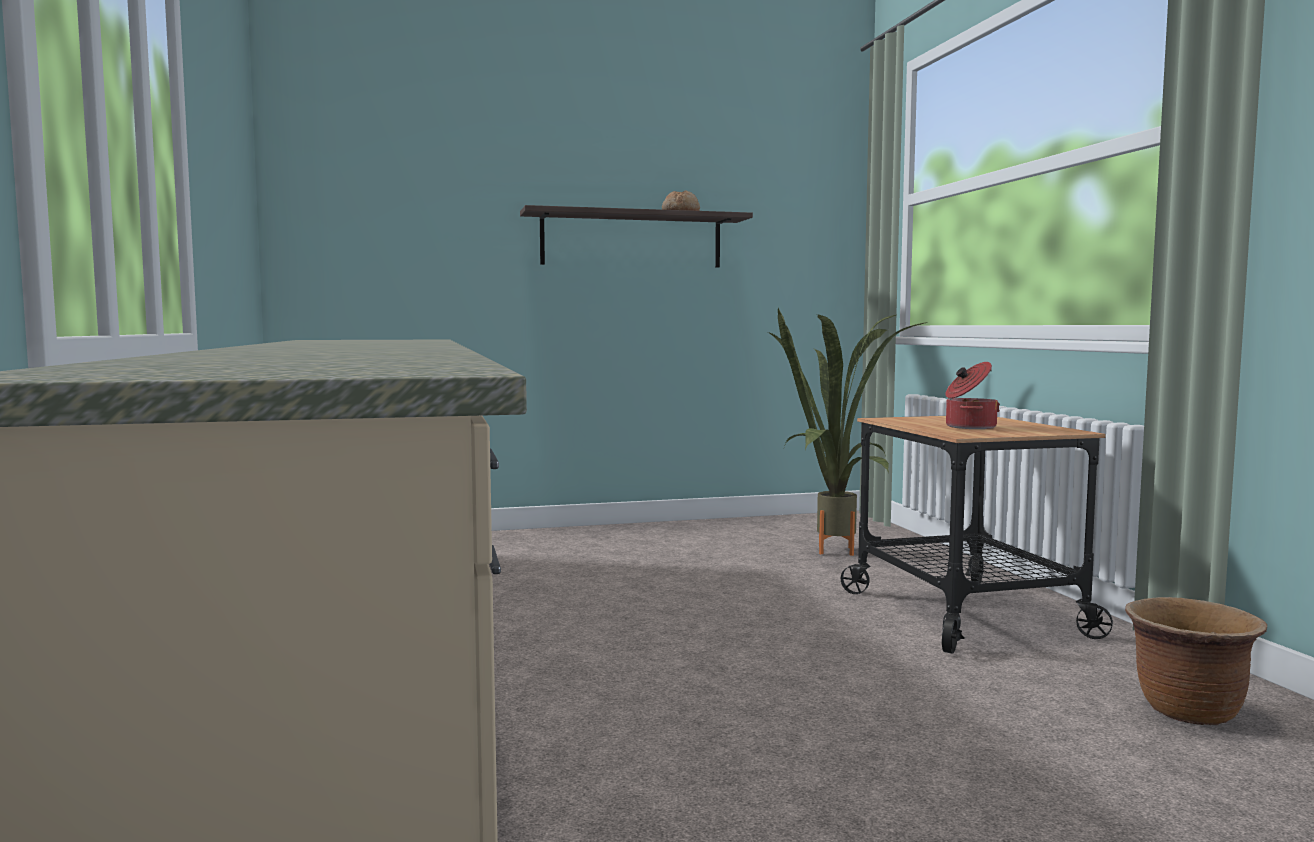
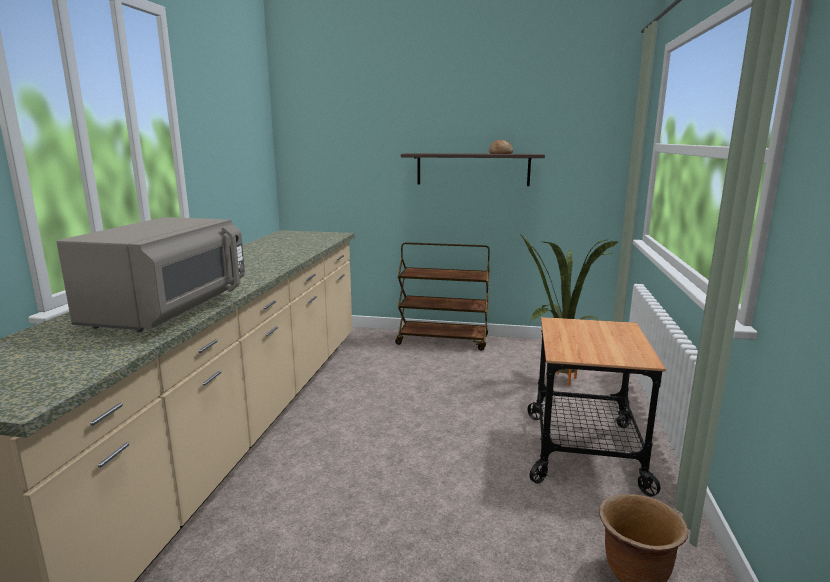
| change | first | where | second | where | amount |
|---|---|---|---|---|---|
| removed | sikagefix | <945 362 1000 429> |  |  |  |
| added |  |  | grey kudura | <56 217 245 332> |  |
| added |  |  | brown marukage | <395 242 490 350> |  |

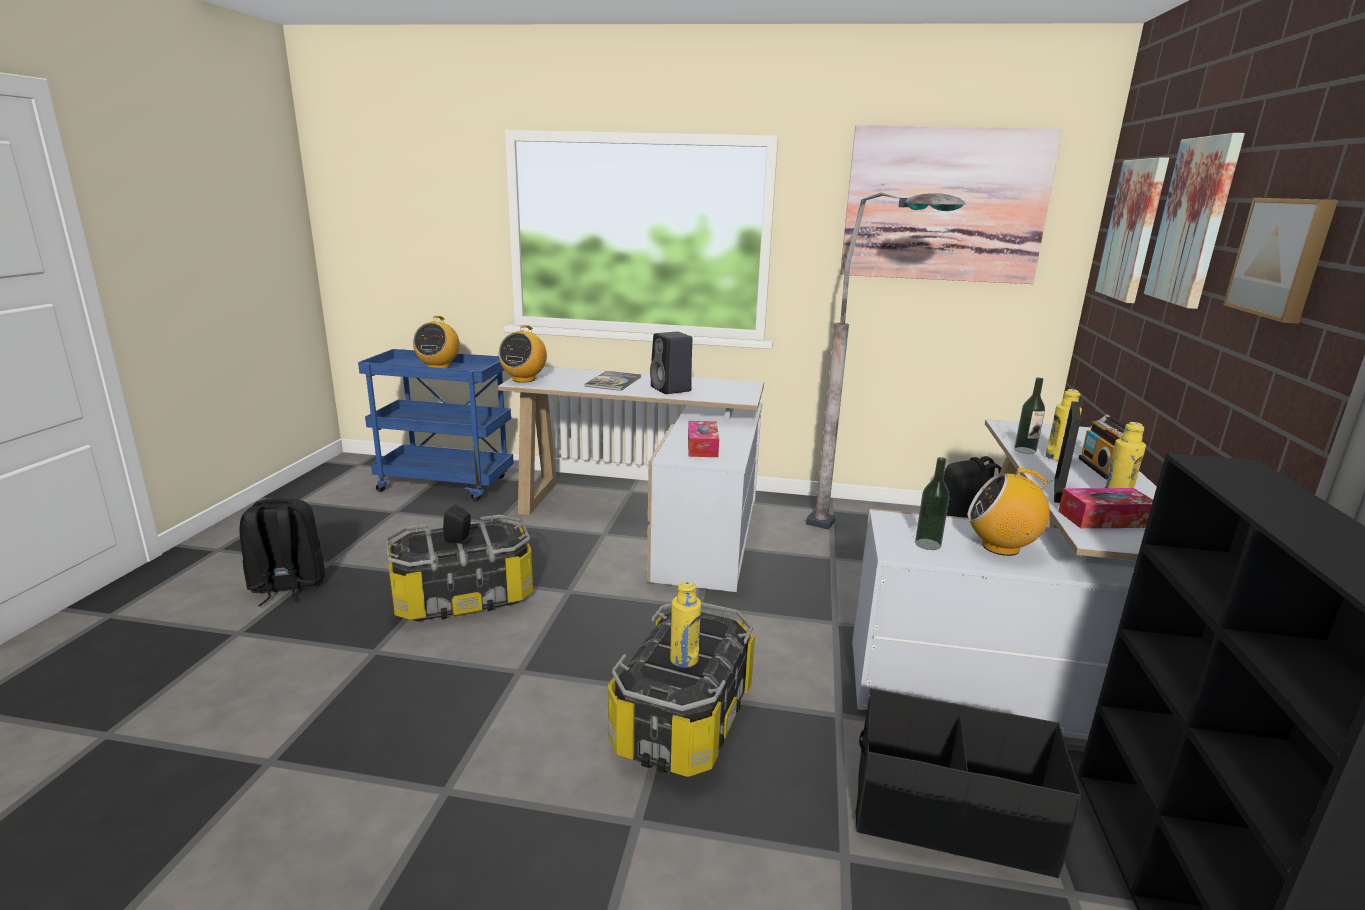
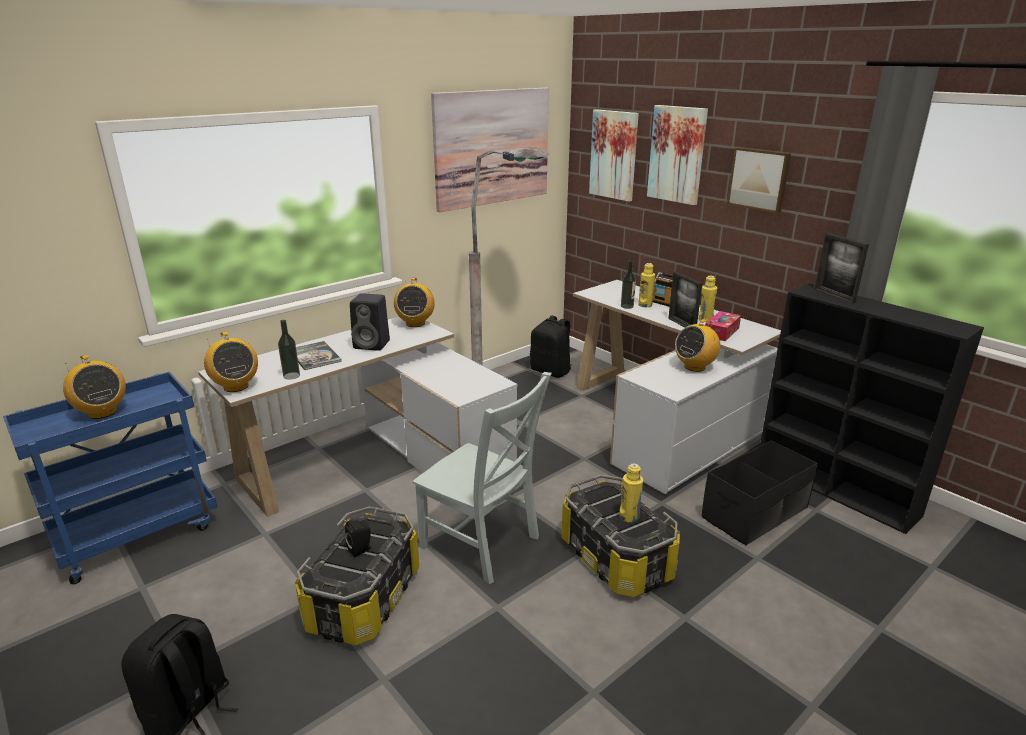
| change | first | where | second | where | amount |
|---|---|---|---|---|---|
| removed | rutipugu | <688 421 719 457> |  |  |  |
| moved | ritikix | <915 457 950 550> |  | <278 320 300 379> |  |
| added |  |  | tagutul | <814 233 869 304> |  |
| added |  |  | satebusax | <394 278 435 327> |  |
| added |  |  | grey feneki | <413 372 552 584> |  |

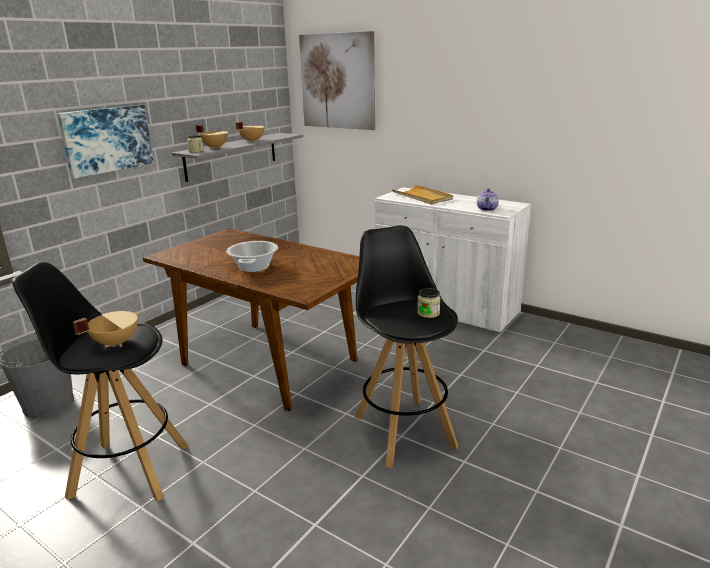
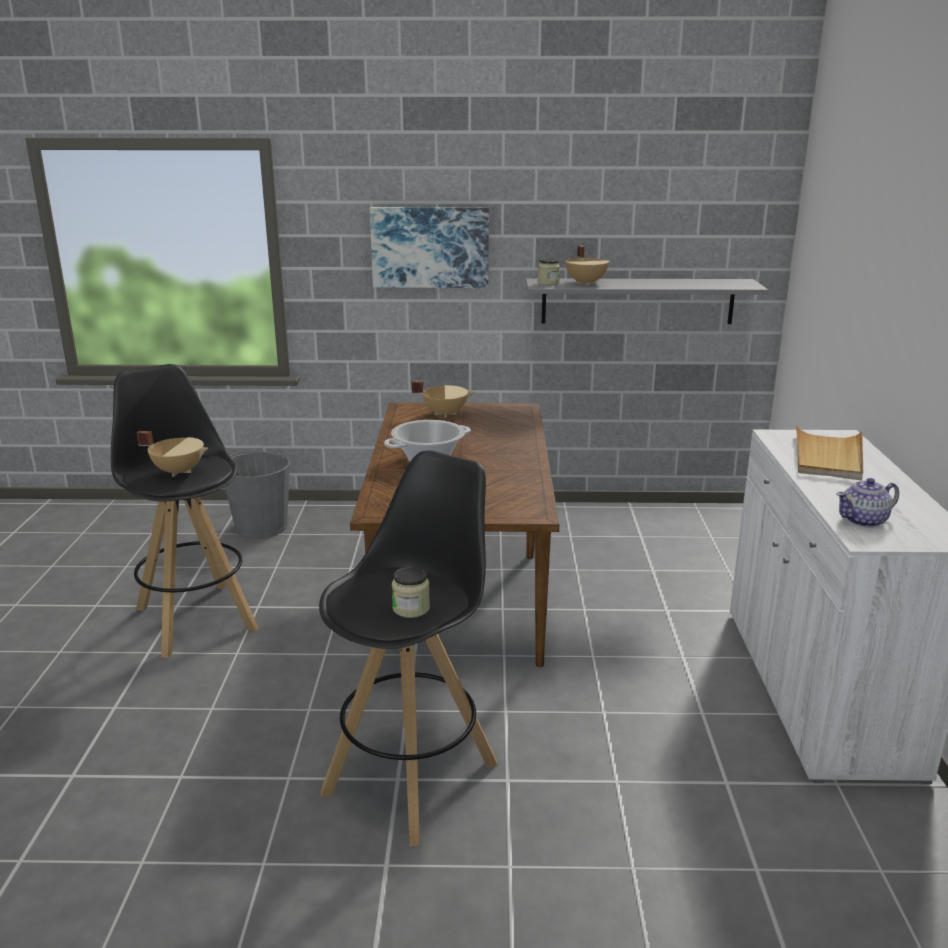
| change | first | where | second | where | amount |
|---|---|---|---|---|---|
| removed | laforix | <299 31 375 130> |  |  |  |
| moved | beige sikagefix | <236 122 264 142> |  | <412 381 474 418> |  |

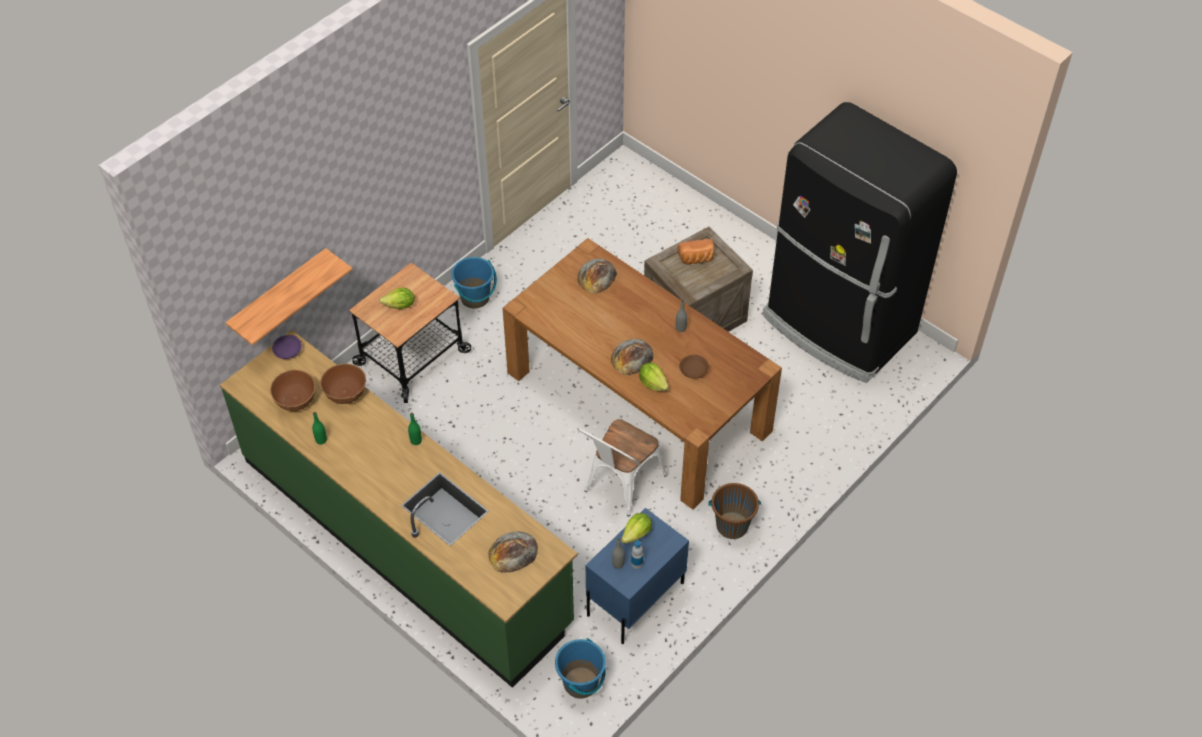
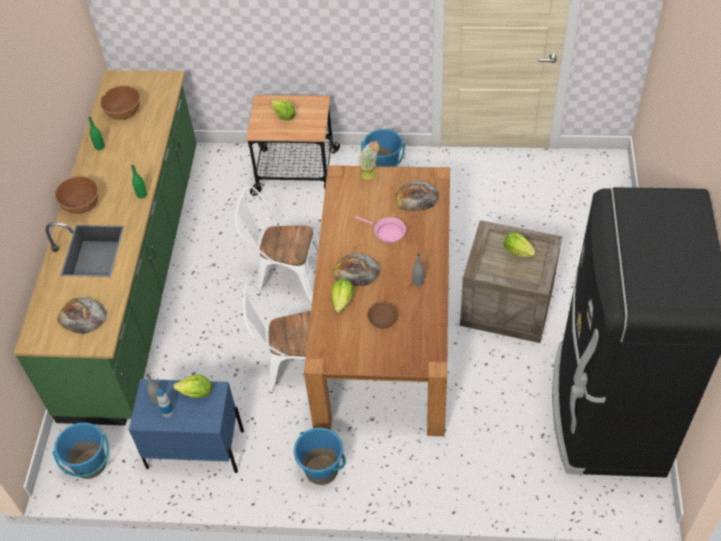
| change | first | where | second | where | amount |
|---|---|---|---|---|---|
| replaced | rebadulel | <678 239 714 265> | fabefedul | <504 232 536 257> |  |
| removed | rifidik | <225 248 353 345> |  |  |  |
| removed | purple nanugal | <272 335 302 359> |  |  |  |
| moved | brown nanugal | <320 364 366 404> |  | <55 176 98 214> |  |
| recoloured | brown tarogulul | <708 483 761 539> | blue tarogulul | <294 428 346 485> |  |
| added |  |  | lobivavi | <358 141 380 180> |  |
| added |  |  | white feneki | <235 186 319 305> |  |
| added |  |  | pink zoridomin | <355 216 406 243> |  |

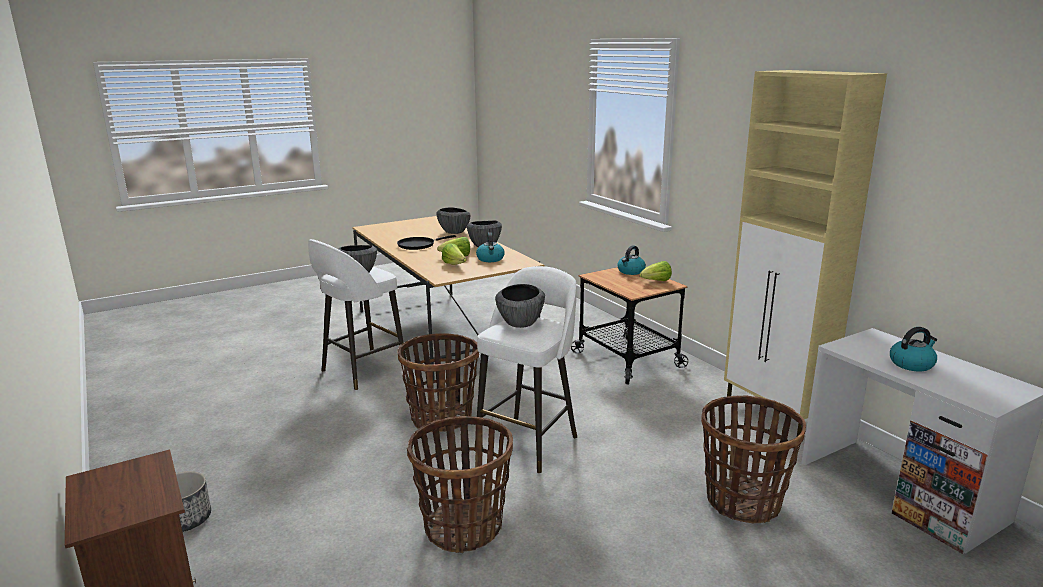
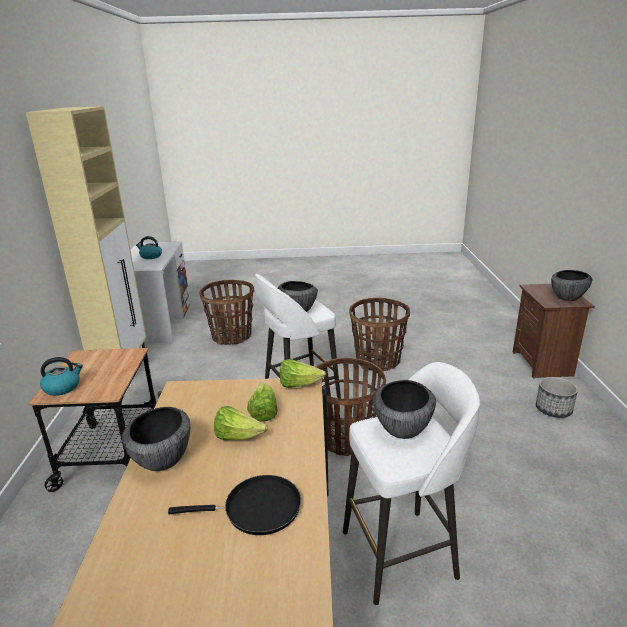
| change | first | where | second | where | amount |
|---|---|---|---|---|---|
| moved | nanugal | <436 207 470 234> |  | <551 270 593 301> |  |
| removed | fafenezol | <476 232 505 262> |  |  |  |
| moved | fabefedul | <639 261 672 281> |  | <280 359 326 388> |  |

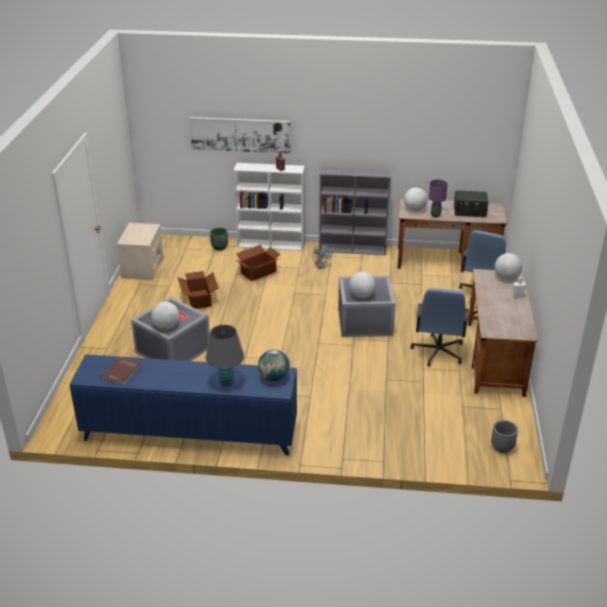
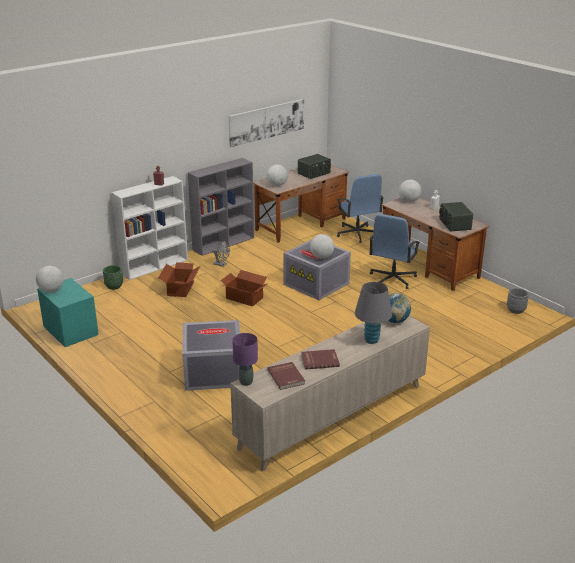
| change | first | where | second | where | amount |
|---|---|---|---|---|---|
| moved | laforix | <189 117 291 154> |  | <228 99 304 147> |  |
| moved | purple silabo | <429 180 448 218> |  | <232 333 258 386> |  |
| recoloured | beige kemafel | <117 223 164 280> | turquoise kemafel | <37 278 99 347> |  |
| moved | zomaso | <178 271 219 309> |  | <220 270 267 307> |  |
| turned | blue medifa | <410 288 469 366> |  | <369 214 419 289> | 60 degrees clockwise |
| moved | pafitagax | <151 301 179 329> |  | <36 266 63 292> |  |
| recoloured | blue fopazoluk | <69 354 297 455> | beige fopazoluk | <230 316 430 472> |  |
| added |  |  | satebusax | <439 202 473 232> |  |
| added |  |  | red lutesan | <301 349 340 370> |  |

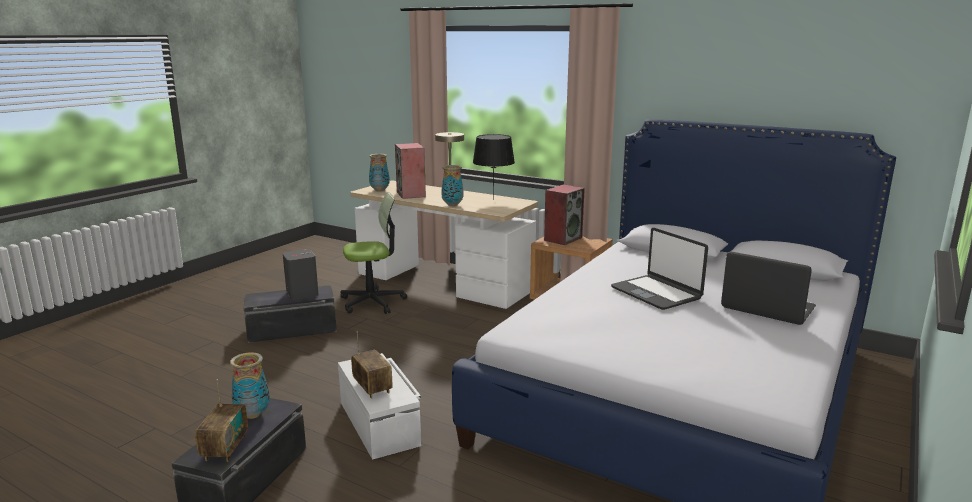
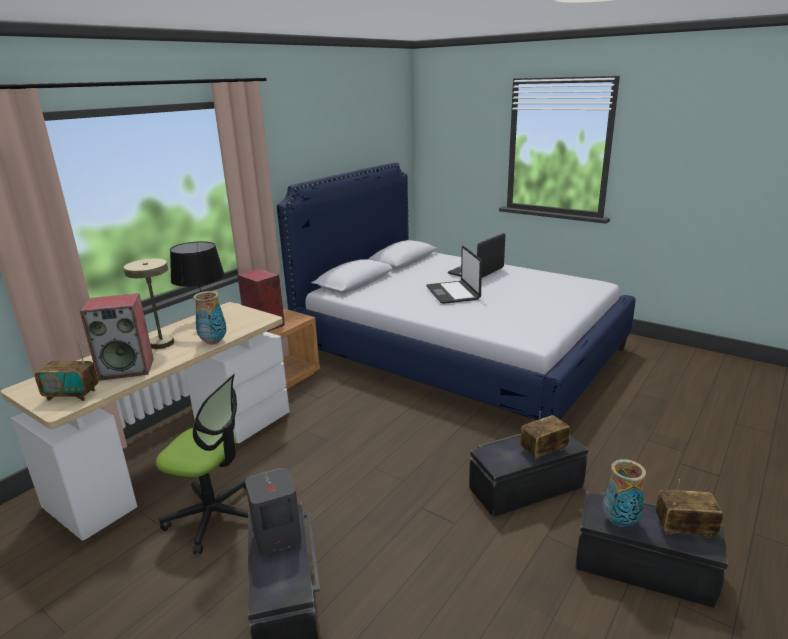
| change | first | where | second | where | amount |
|---|---|---|---|---|---|
| replaced | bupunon | <369 154 390 192> | satebusax | <35 338 99 401> |  |
| turned | medifa | <340 192 407 314> |  | <156 374 250 554> | 120 degrees clockwise |
| turned | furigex | <611 228 708 310> |  | <426 246 482 304> | 105 degrees clockwise |
| recoloured | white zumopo | <338 353 421 460> | black zumopo | <469 434 588 517> |  |

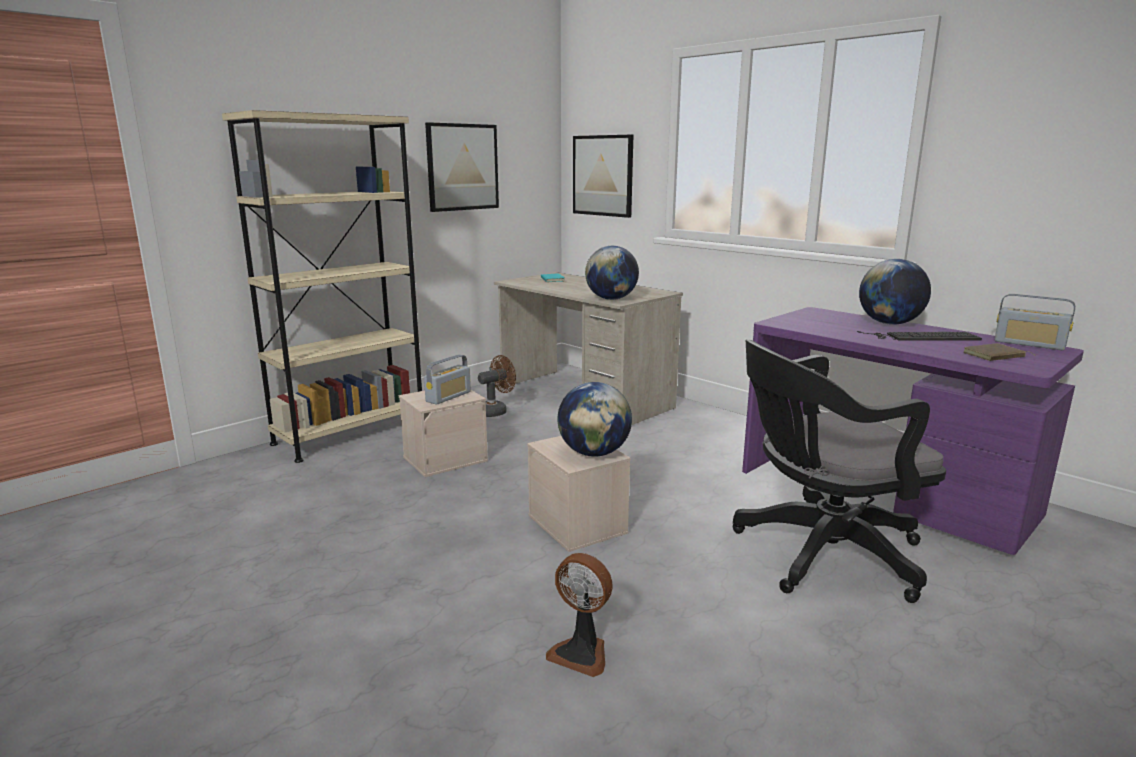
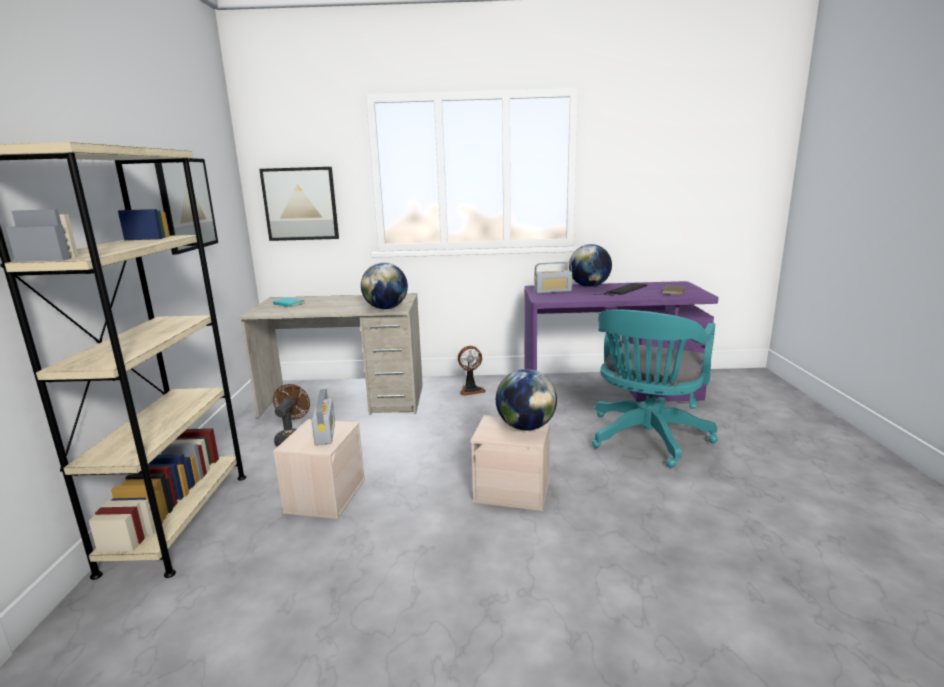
| change | first | where | second | where | amount |
|---|---|---|---|---|---|
| moved | satebusax | <995 294 1075 350> |  | <534 262 573 293> |  |
| recoloured | black medifa | <732 340 946 603> | turquoise medifa | <592 310 718 468> |  |
| moved | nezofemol | <546 553 613 677> |  | <458 346 486 396> |  |

